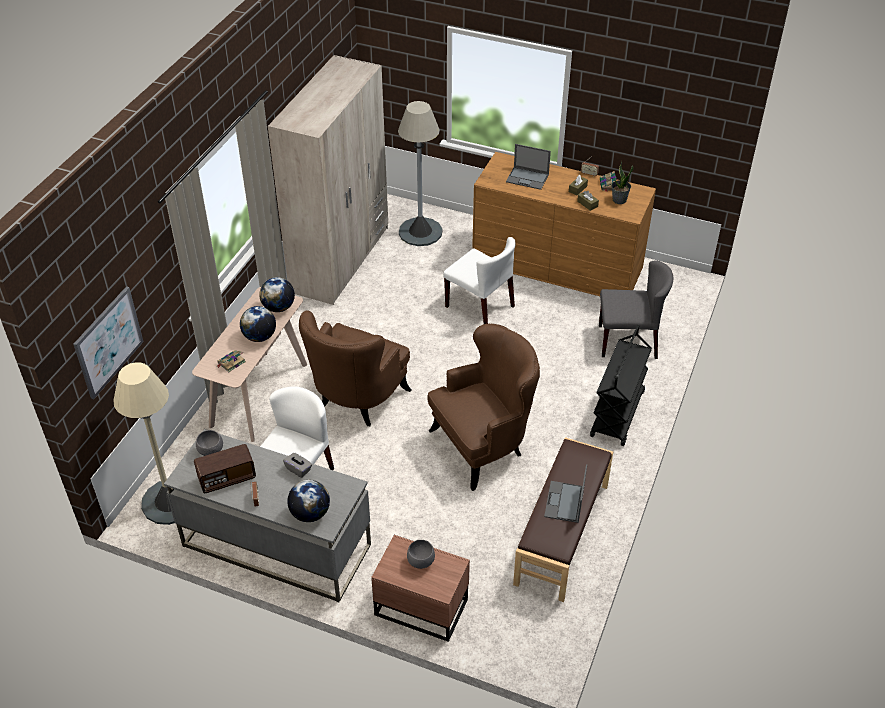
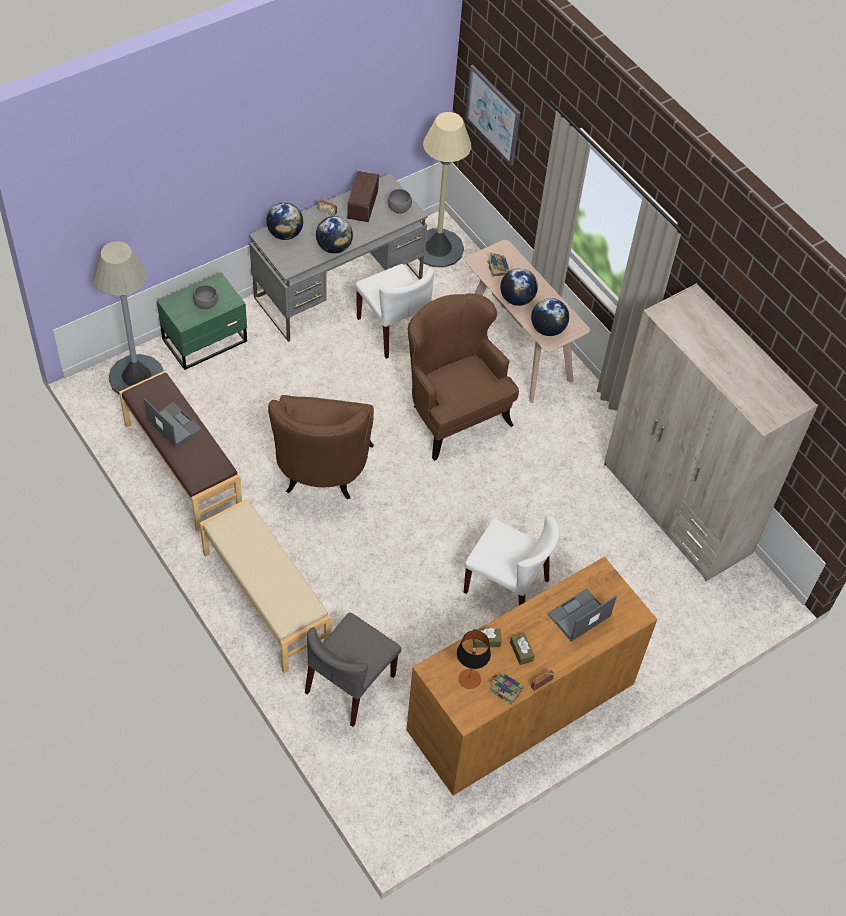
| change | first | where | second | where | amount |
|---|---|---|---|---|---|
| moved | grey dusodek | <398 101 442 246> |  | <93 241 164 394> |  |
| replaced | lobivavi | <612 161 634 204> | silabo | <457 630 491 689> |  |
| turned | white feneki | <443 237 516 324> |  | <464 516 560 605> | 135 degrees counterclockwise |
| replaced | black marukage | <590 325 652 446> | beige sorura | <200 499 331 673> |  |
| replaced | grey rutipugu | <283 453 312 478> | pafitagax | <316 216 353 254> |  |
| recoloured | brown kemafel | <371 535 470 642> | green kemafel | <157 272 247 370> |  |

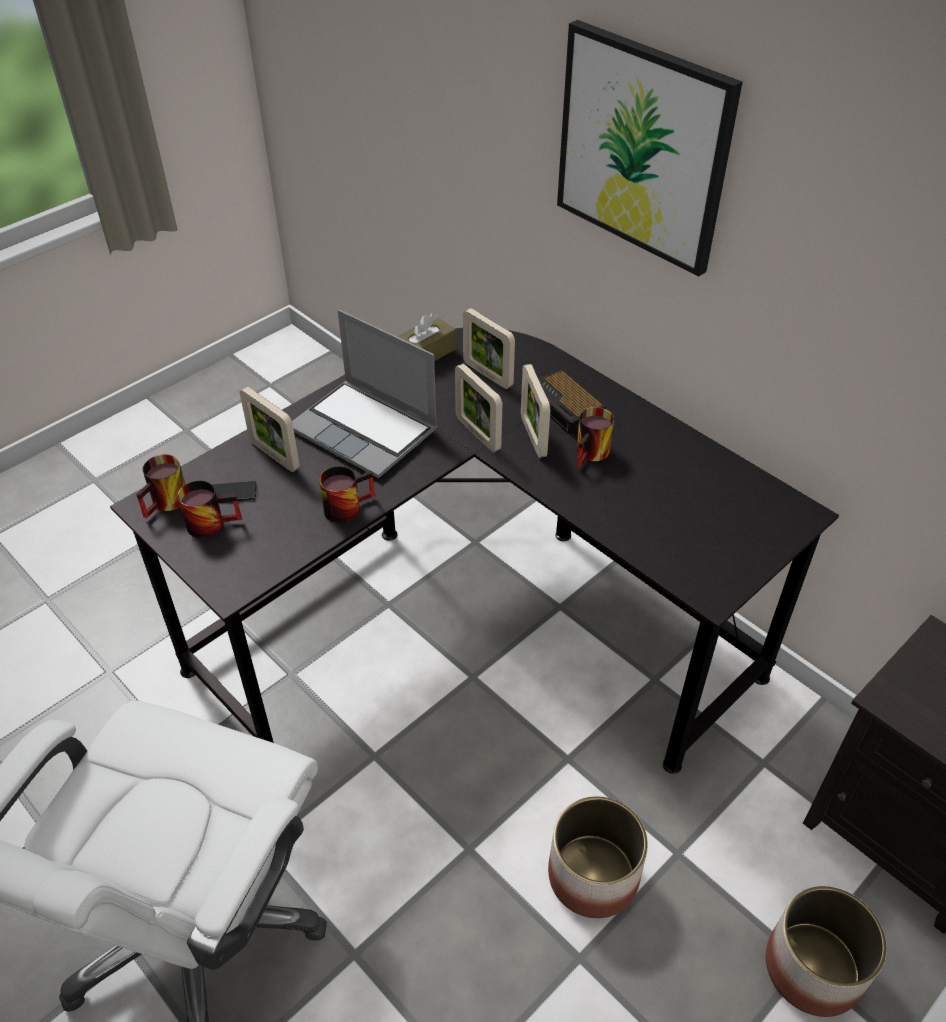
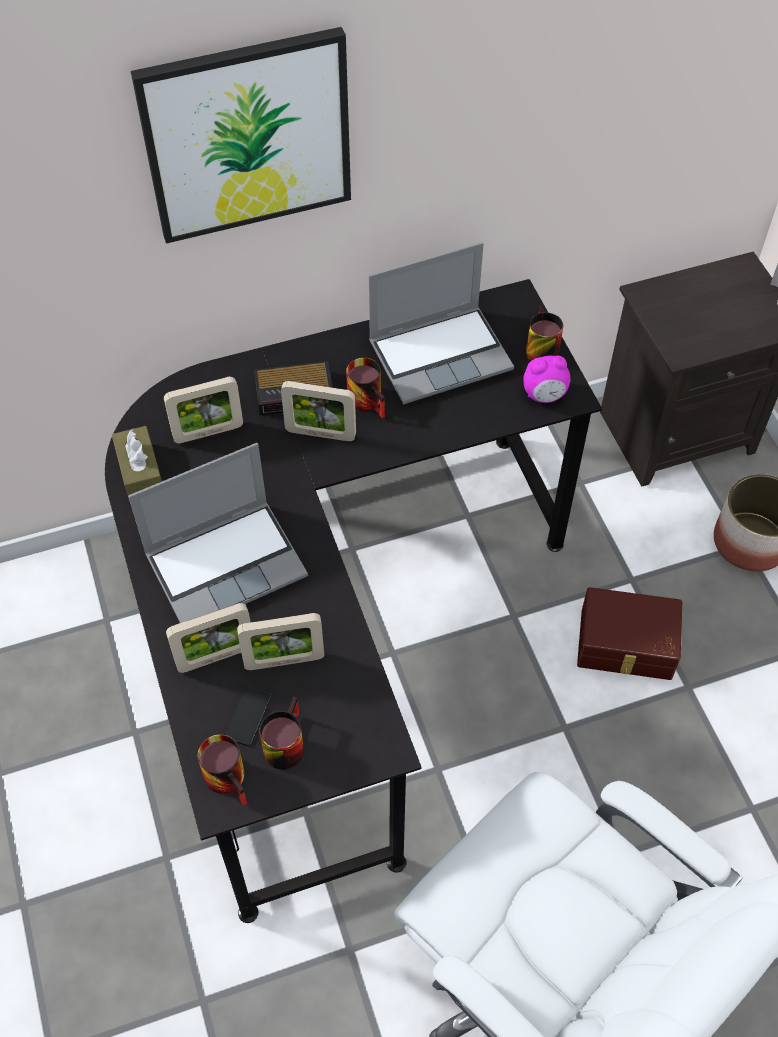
| change | first | where | second | where | amount |
|---|---|---|---|---|---|
| moved | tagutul | <455 364 502 453> |  | <237 613 324 670> |  |
| moved | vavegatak | <319 466 375 523> |  | <526 305 563 361> |  |
| replaced | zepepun | <548 796 648 918> | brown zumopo | <577 587 682 680> |  |
| added |  |  | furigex | <369 242 514 405> |  |
| added |  |  | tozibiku | <523 355 570 403> |  |

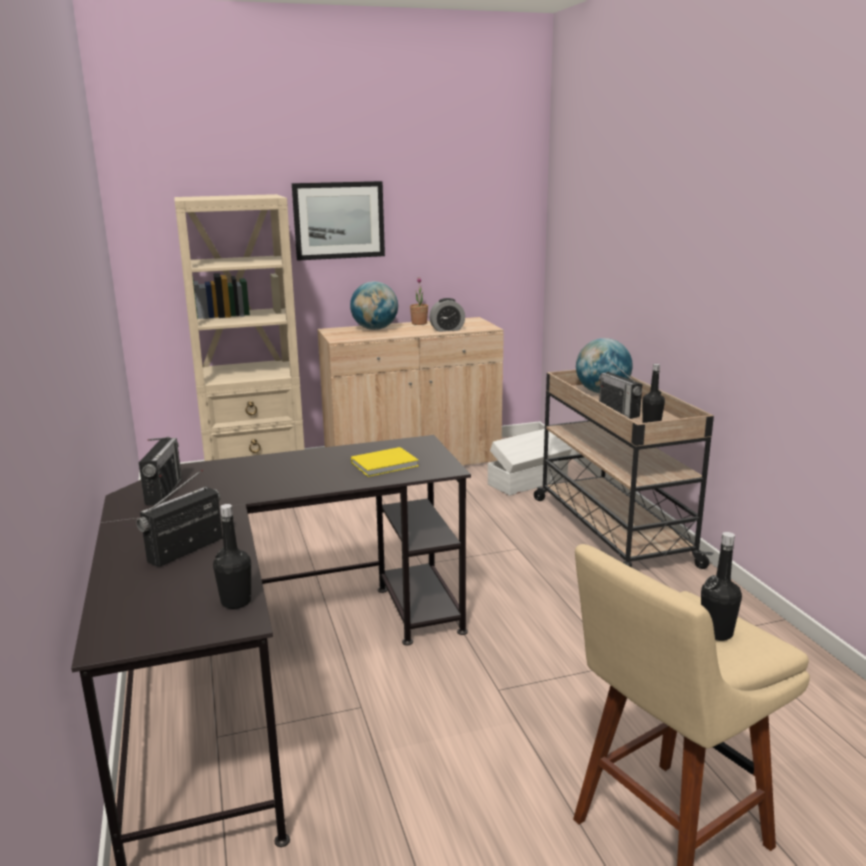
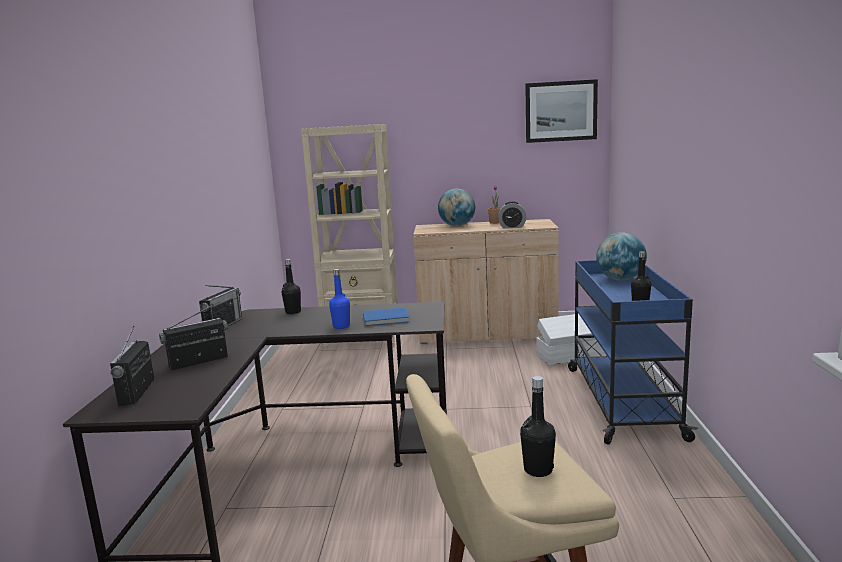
| change | first | where | second | where | amount |
|---|---|---|---|---|---|
| moved | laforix | <292 181 385 261> |  | <525 79 598 143> |  |
| moved | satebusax | <599 360 642 419> |  | <110 326 154 406> |  |
| recoloured | beige marukage | <534 370 714 569> | blue marukage | <568 260 698 445> |  |
| recoloured | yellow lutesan | <351 447 419 477> | blue lutesan | <363 307 410 326> |  |
| moved | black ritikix | <213 504 251 609> |  | <281 259 301 314> |  |
| added |  |  | blue ritikix | <329 269 350 329> |  |

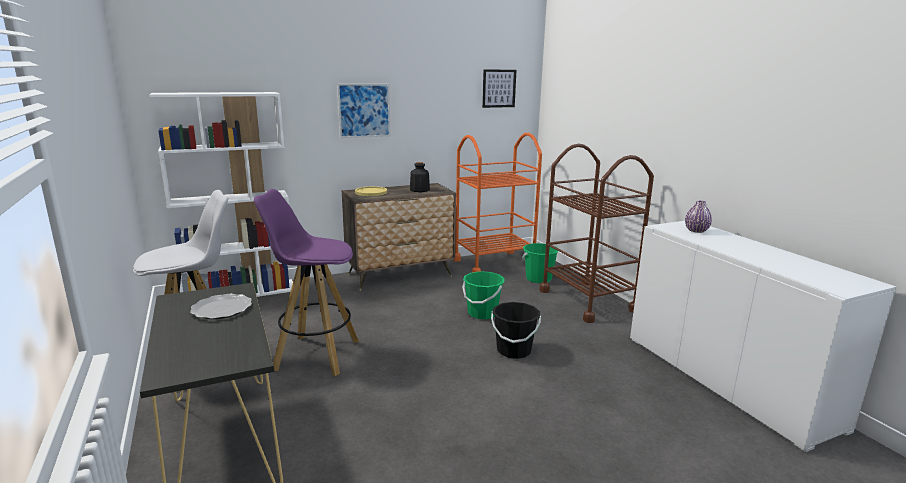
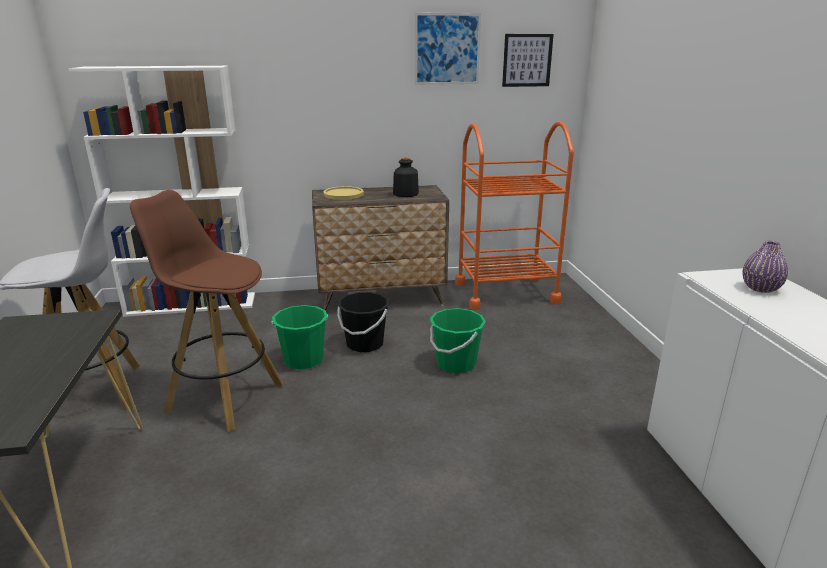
| change | first | where | second | where | amount |
|---|---|---|---|---|---|
| moved | laforix | <337 84 390 138> |  | <415 13 481 85> |  |
| removed | brown marukage | <539 144 654 323> |  |  |  |
| recoloured | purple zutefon | <254 189 359 376> | brown zutefon | <130 190 283 432> |  |
| moved | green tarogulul | <522 243 558 283> |  | <271 305 328 370> |  |
| removed | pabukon | <190 294 252 319> |  |  |  |
| moved | black tarogulul | <491 302 541 359> |  | <337 292 389 352> |  |

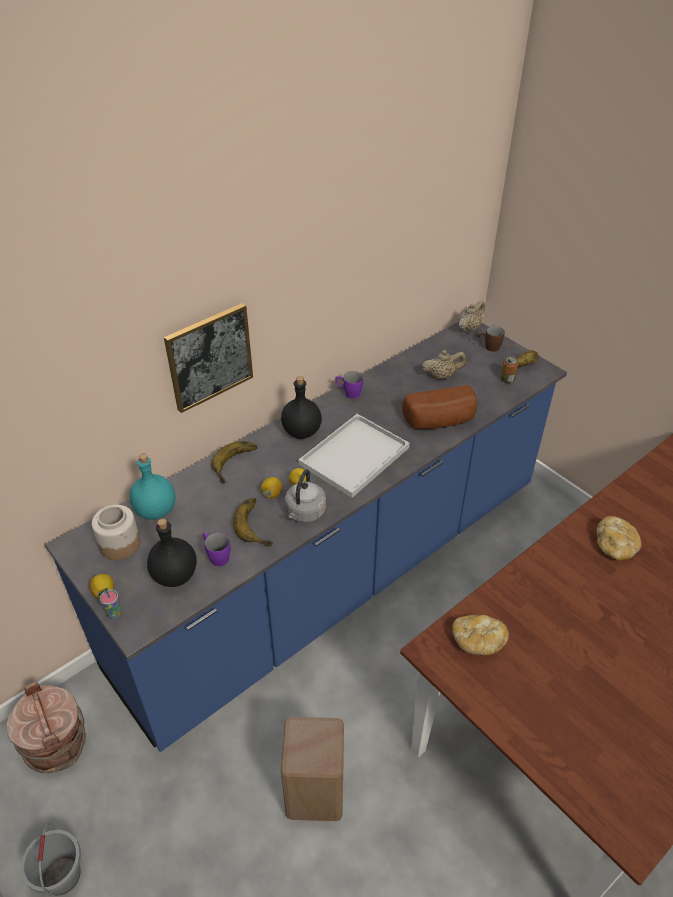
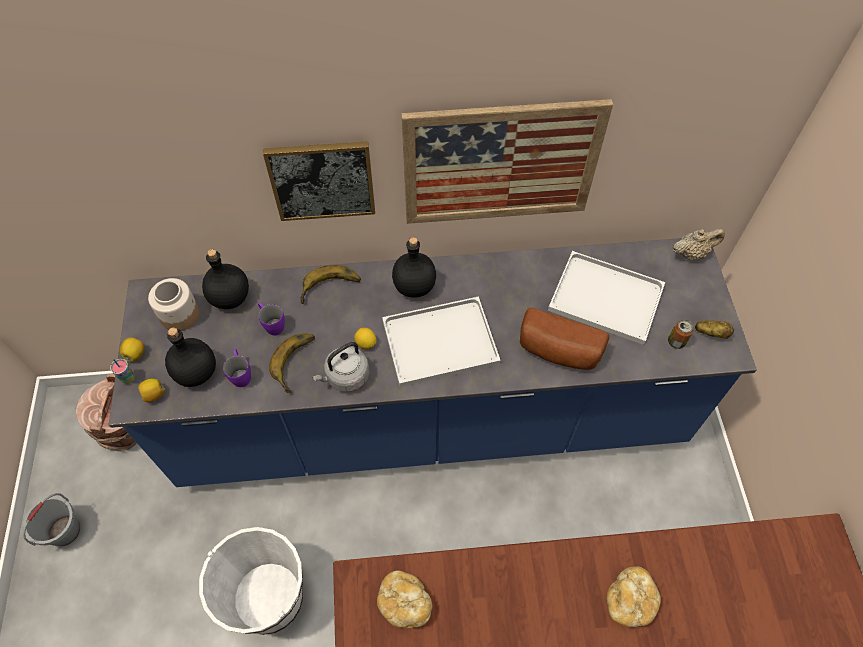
| change | first | where | second | where | amount |
|---|---|---|---|---|---|
| removed | brown vavegatak | <478 326 505 352> |  |  |  |
| replaced | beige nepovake | <422 350 466 379> | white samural | <548 251 665 345> |  |
| moved | purple vavegatak | <335 371 363 399> |  | <258 303 285 335> |  |
| recoloured | turquoise ritikix | <130 454 176 520> | black ritikix | <202 249 249 309> |  |
| moved | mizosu | <261 477 283 499> |  | <138 379 165 402> |  |
| replaced | beige zutefon | <281 717 344 821> | white tarogulul | <199 527 303 635> |  |
| added |  |  | laforix | <401 99 613 224> |  |

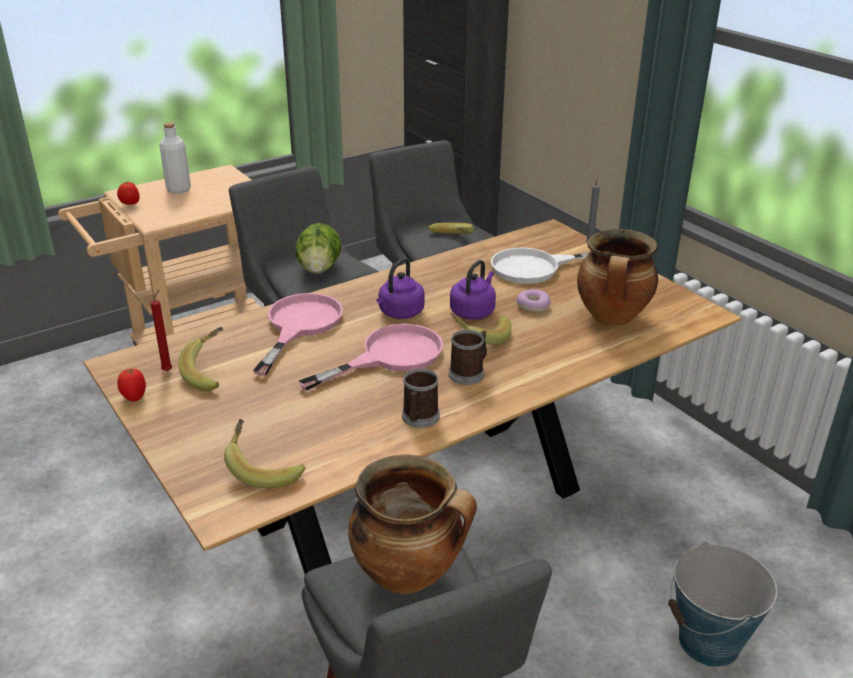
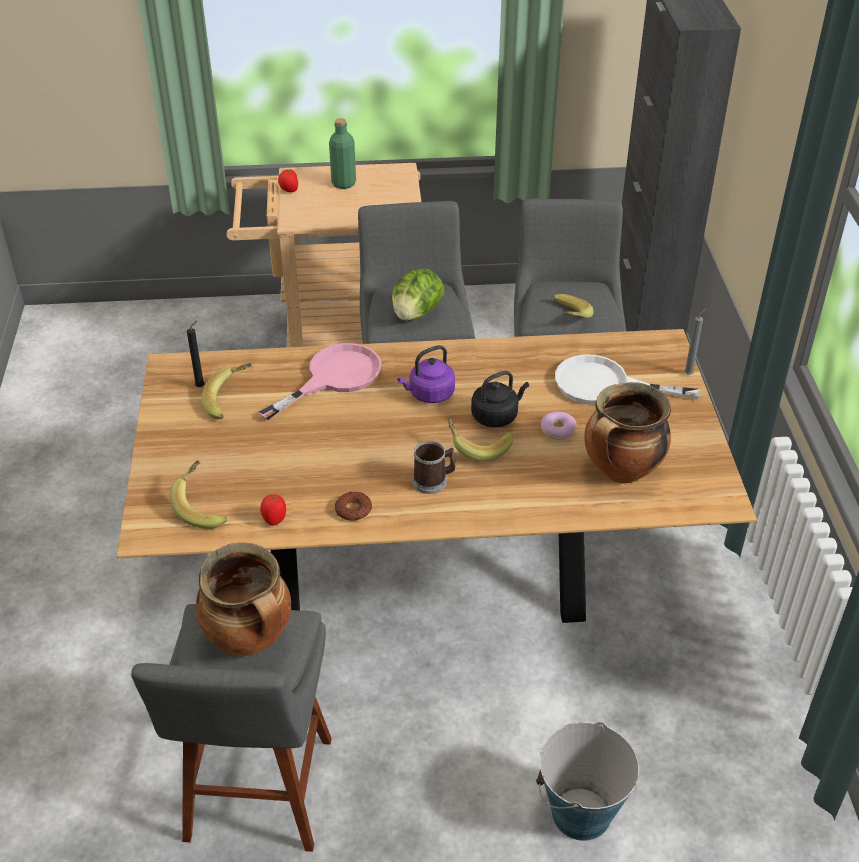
| change | first | where | second | where | amount |
|---|---|---|---|---|---|
| recoloured | white ritikix | <160 122 191 194> | green ritikix | <329 118 356 189> |  |
| recoloured | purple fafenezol | <450 260 496 320> | black fafenezol | <471 371 529 427> |  |
| recoloured | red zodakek | <151 290 172 371> | black zodakek | <187 321 205 387> |  |
| removed | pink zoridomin | <298 324 443 391> |  |  |  |
| moved | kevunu | <117 368 146 402> |  | <260 494 286 526> |  |
| replaced | vavegatak | <402 369 440 428> | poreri | <335 492 372 521> |  |

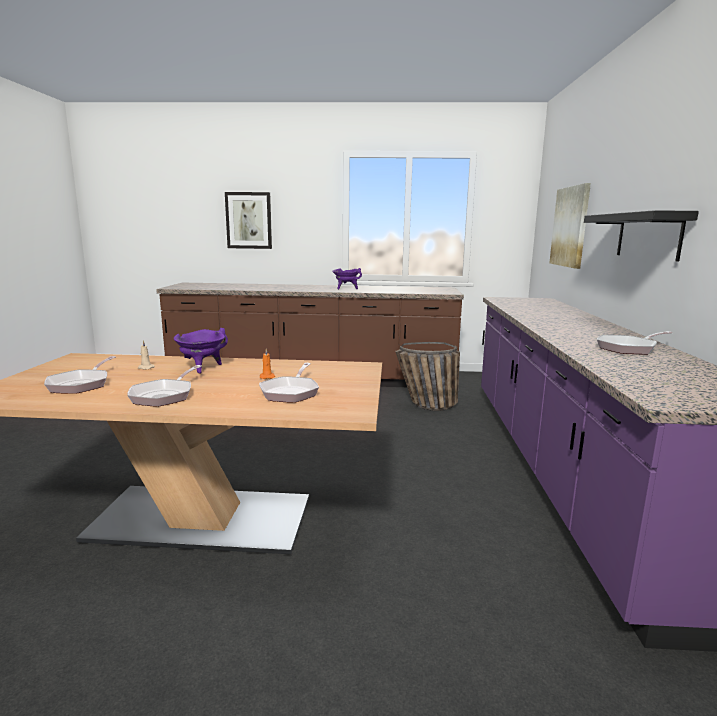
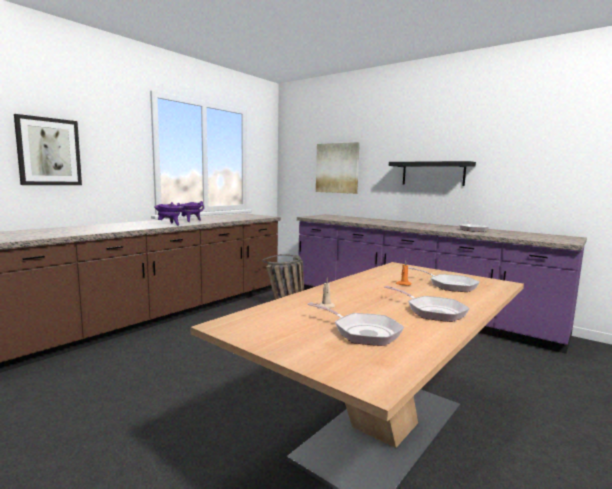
| change | first | where | second | where | amount |
|---|---|---|---|---|---|
| moved | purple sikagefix | <174 328 228 373> |  | <155 202 183 225> |  |

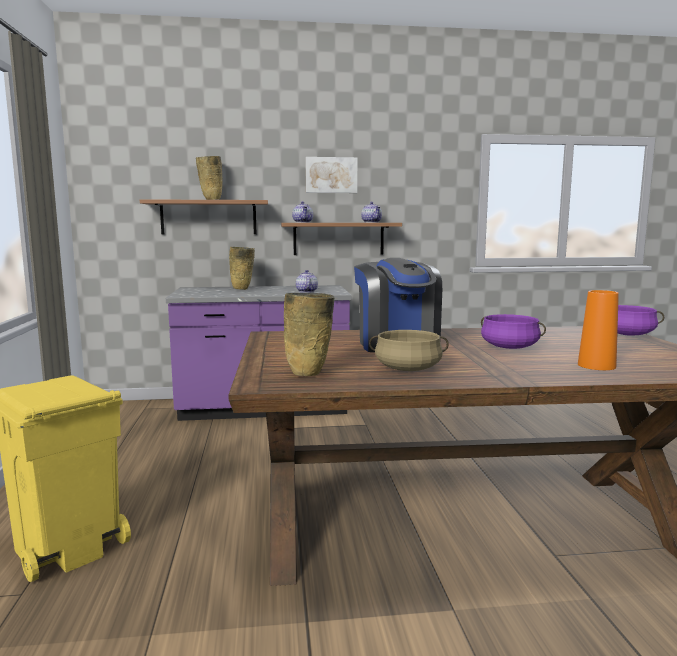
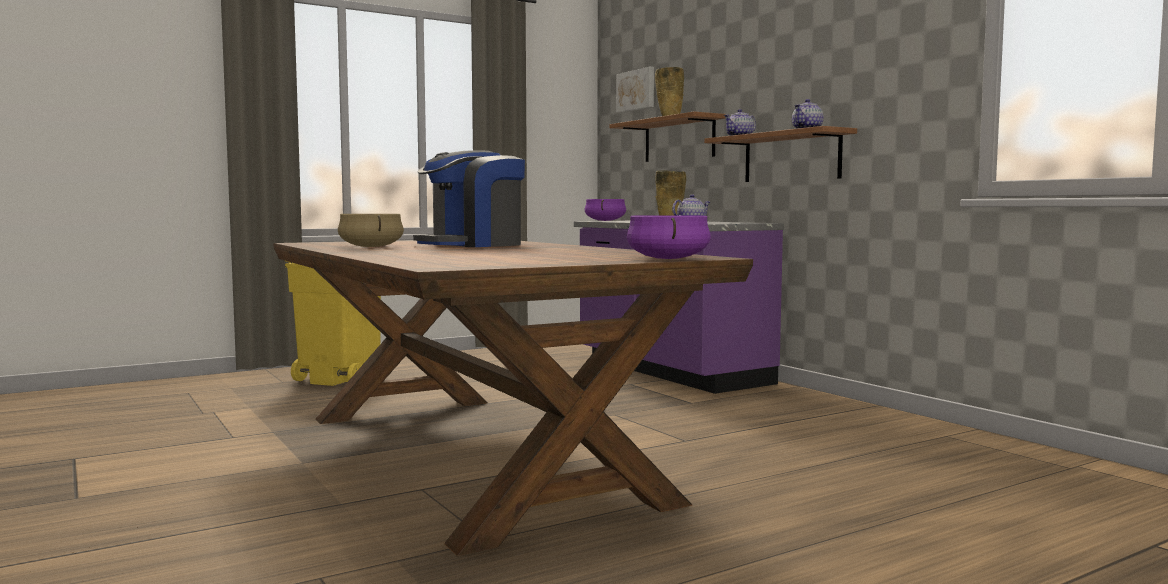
| change | first | where | second | where | amount |
|---|---|---|---|---|---|
| moved | laforix | <305 157 358 193> |  | <616 67 654 113> |  |
| removed | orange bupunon | <578 290 619 370> |  |  |  |
| removed | beige bupunon | <284 293 335 376> |  |  |  |
| moved | purple sikagefix | <481 314 546 349> |  | <585 199 626 221> |  |

